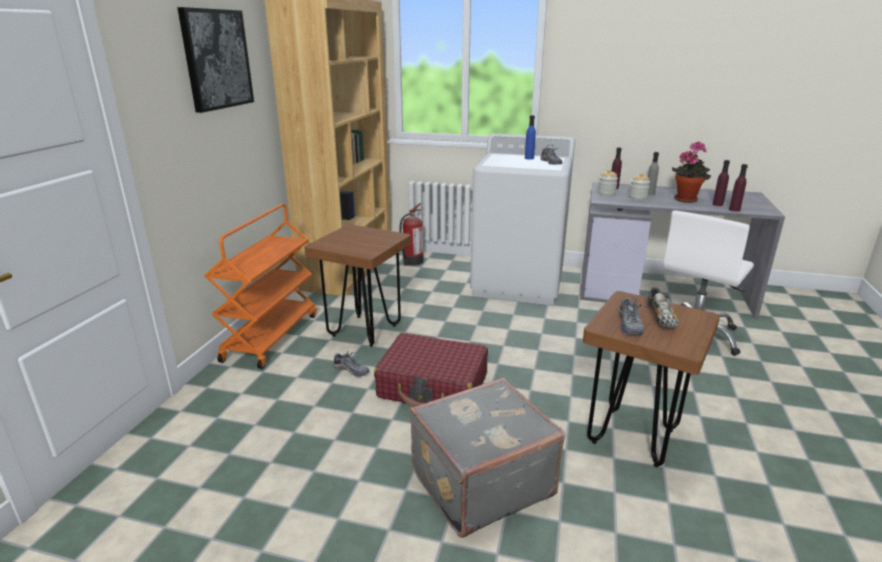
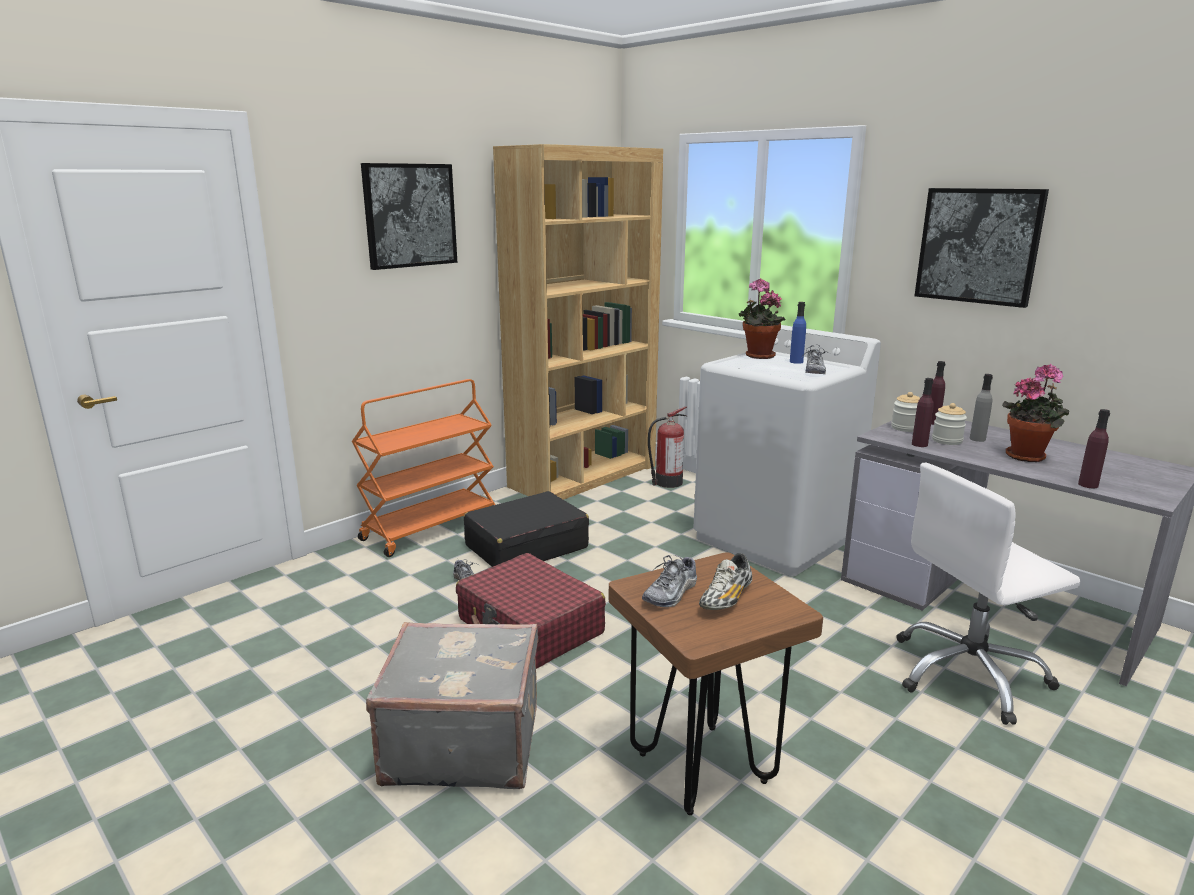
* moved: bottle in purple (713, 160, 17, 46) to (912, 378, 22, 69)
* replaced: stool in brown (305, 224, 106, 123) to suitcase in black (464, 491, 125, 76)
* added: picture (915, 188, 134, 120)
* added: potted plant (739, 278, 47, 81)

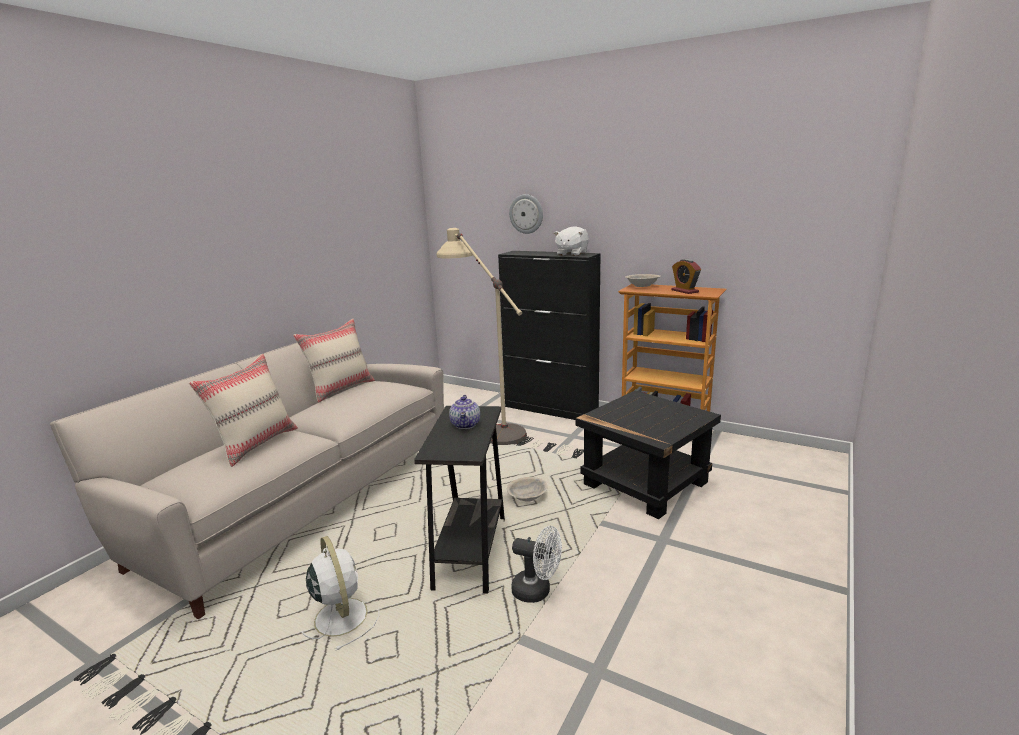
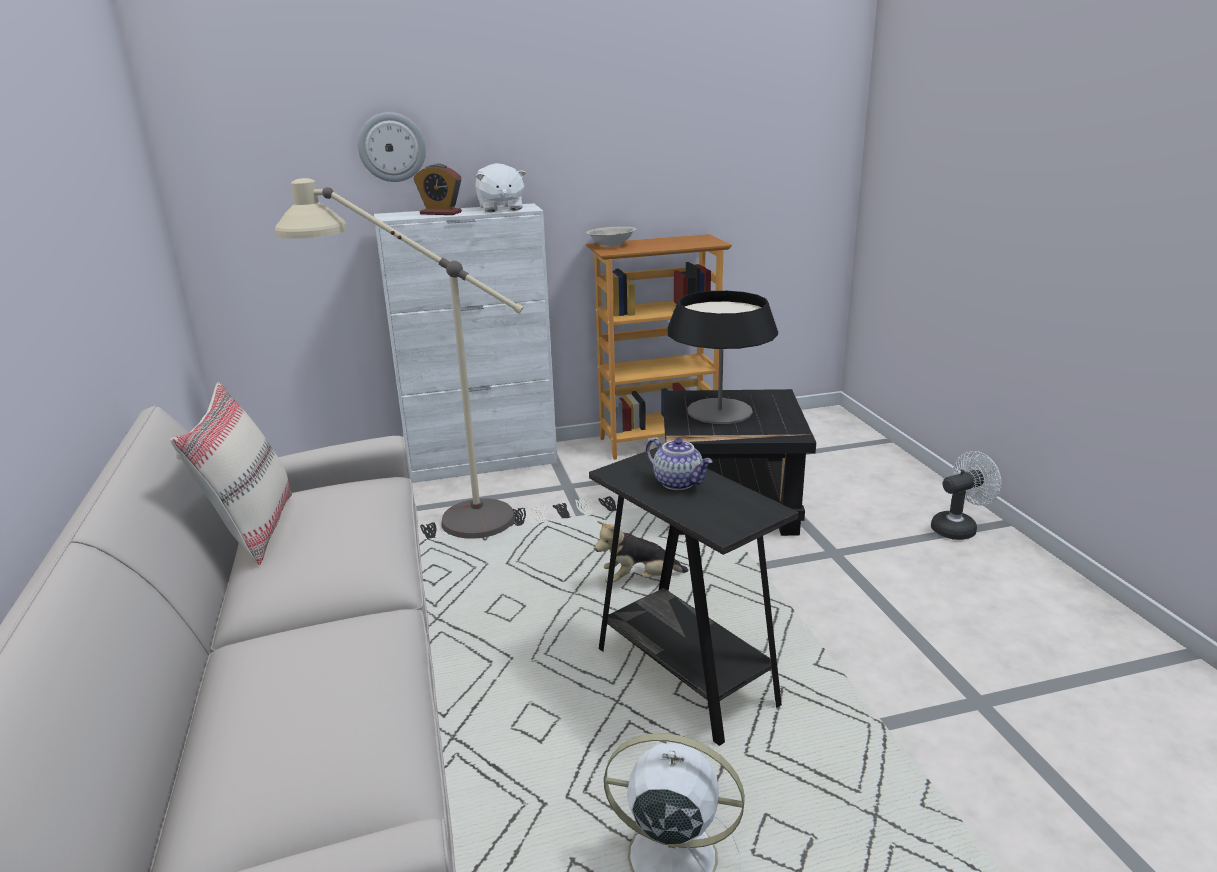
* recoloured: cabinet in black (498, 251, 103, 169) to cabinet in white (374, 203, 184, 280)
* moved: alarm clock (671, 259, 30, 35) to (413, 164, 49, 51)
* removed: pillow in beige (189, 354, 109, 113)
* replaced: bowl in beige (507, 477, 41, 25) to plush toy (595, 521, 94, 61)
* moved: fan in white (511, 526, 51, 77) to (931, 451, 70, 89)
* added: table lamp (667, 291, 111, 133)

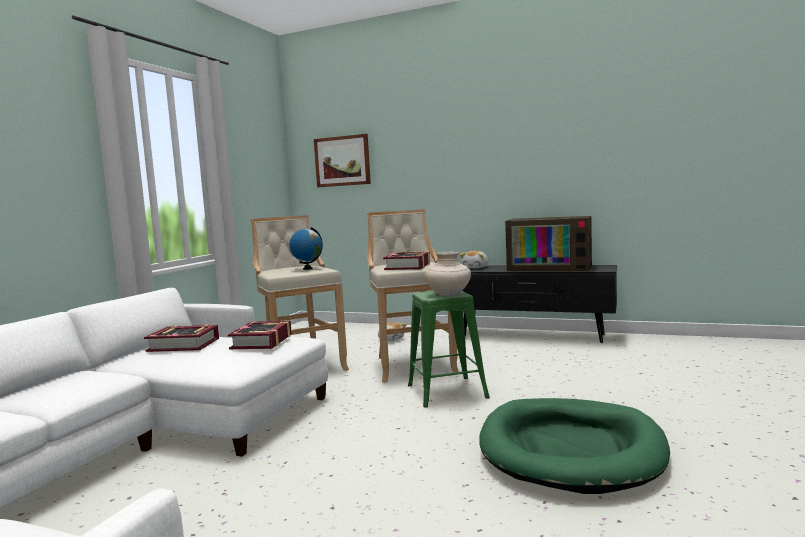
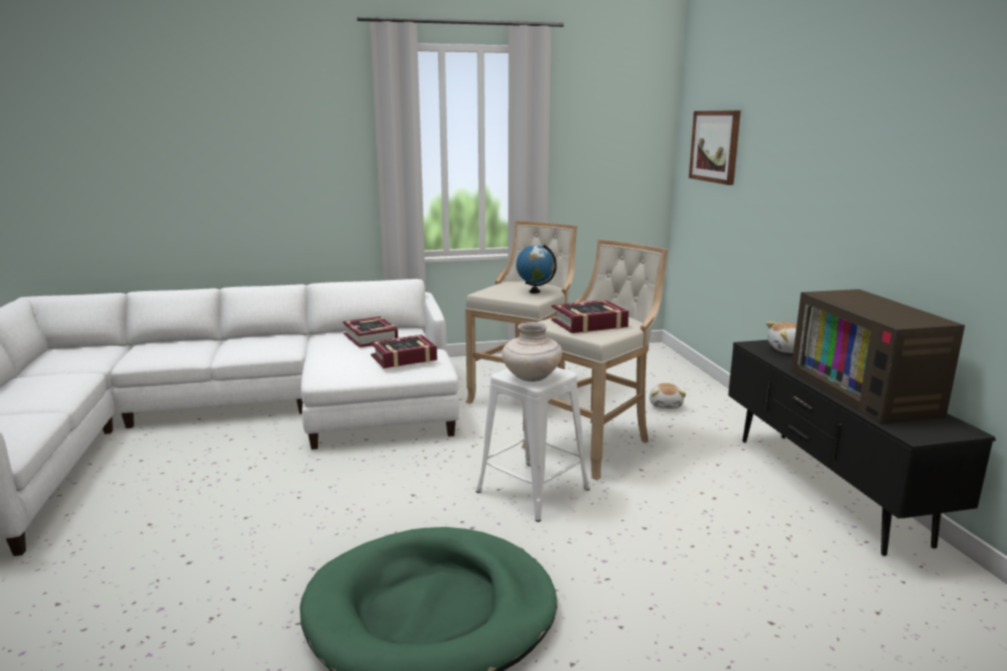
* recoloured: stool in green (408, 291, 82, 117) to stool in white (476, 367, 114, 155)

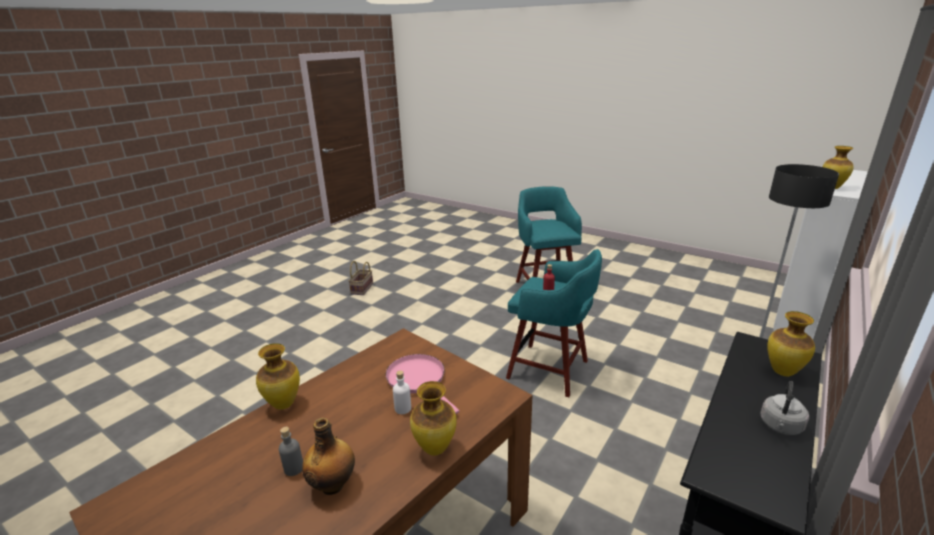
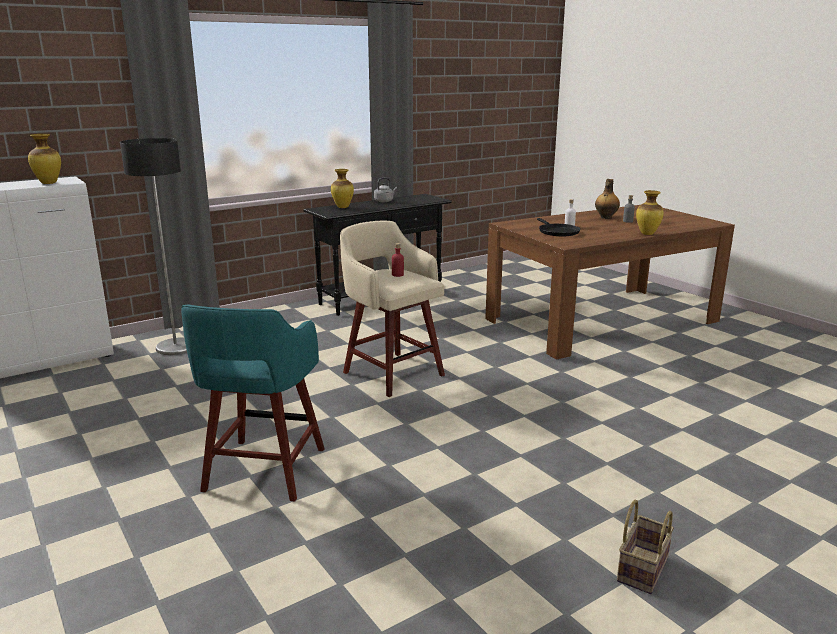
* recoloured: stool in turquoise (506, 249, 96, 148) to stool in beige (340, 221, 105, 176)
* recoloured: frying pan in pink (386, 354, 73, 60) to frying pan in black (537, 218, 43, 18)
* removed: vase (410, 381, 46, 75)

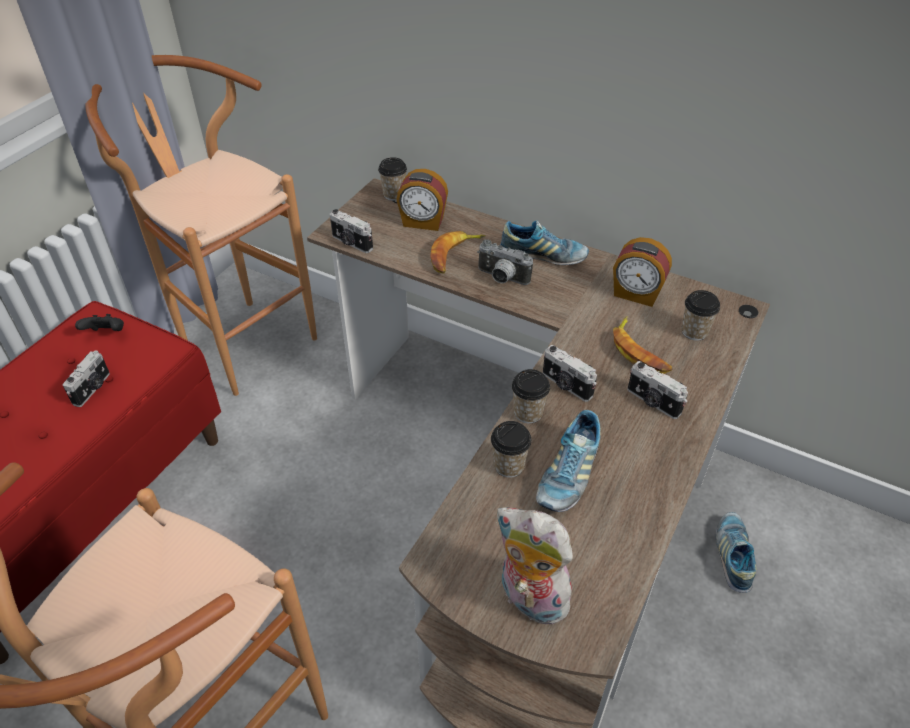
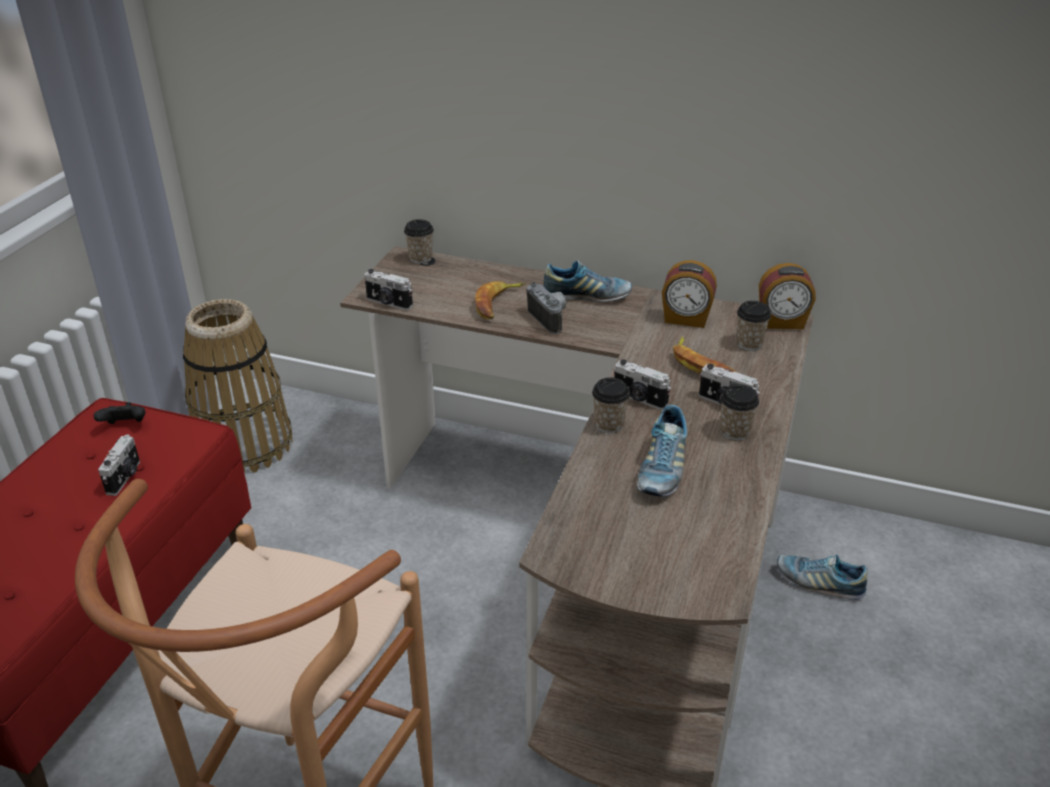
* replaced: stool in brown (85, 55, 232, 341) to basket (183, 299, 109, 174)
* moved: alarm clock (396, 169, 52, 62) to (759, 263, 57, 66)
* turned: photo camera (477, 239, 56, 46) = (527, 282, 39, 52) 135 degrees counterclockwise
* moved: cup (491, 421, 41, 57) to (720, 384, 39, 56)
* removed: plush toy (496, 507, 83, 118)
* turned: shoe (716, 512, 40, 81) = (777, 554, 90, 46) 60 degrees counterclockwise

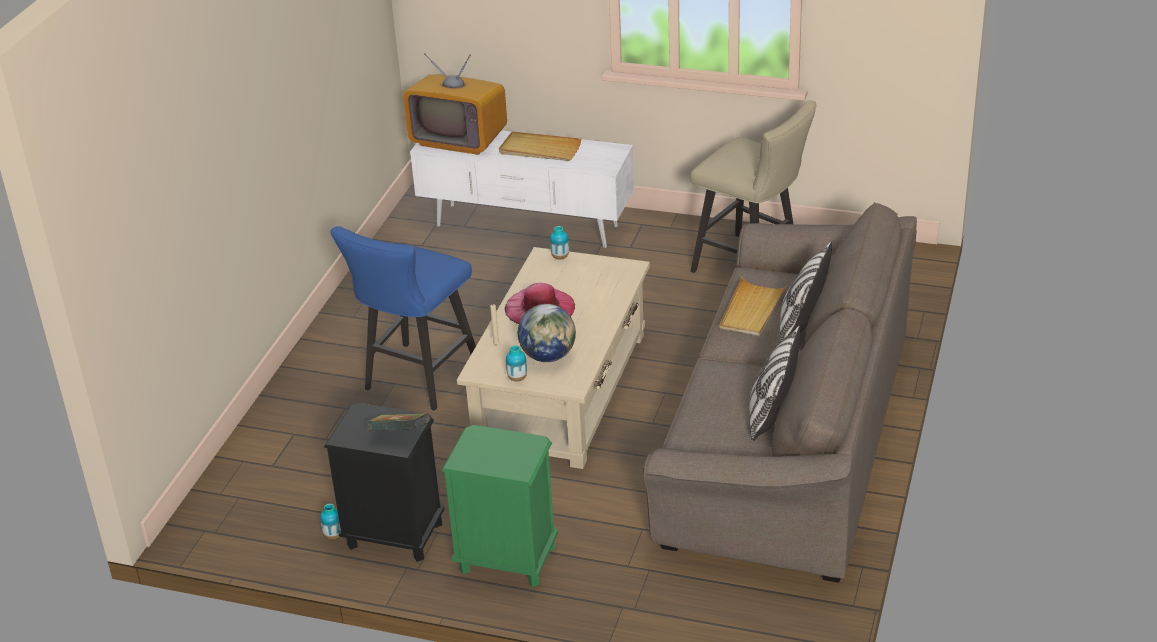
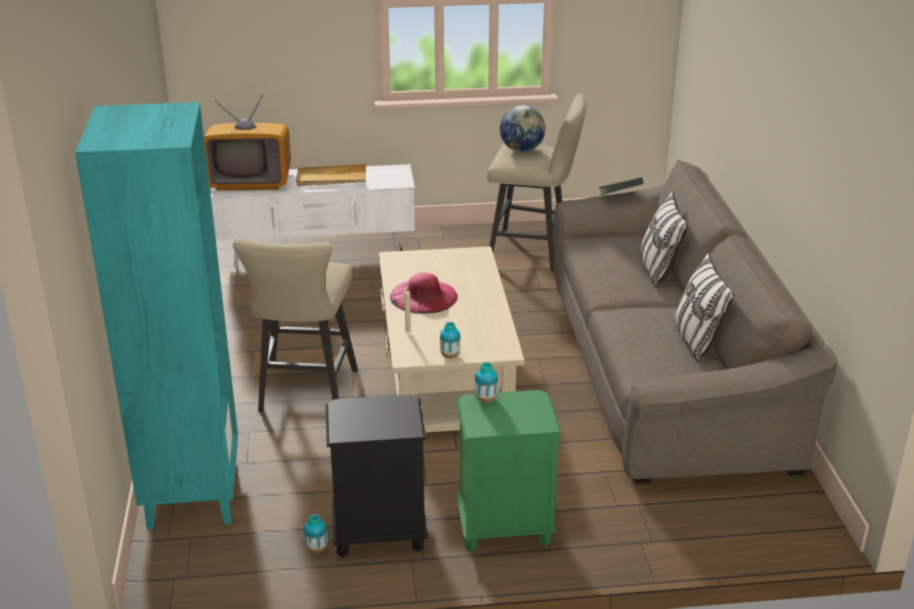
* recoloured: stool in blue (331, 226, 145, 185) to stool in beige (233, 239, 125, 173)
* moved: vase (550, 226, 19, 34) to (475, 362, 23, 41)
* removed: tray in beige (720, 277, 67, 59)
* moved: globe (518, 304, 58, 58) to (500, 105, 45, 47)
* moved: book (367, 413, 62, 19) to (599, 177, 44, 19)
* added: bookcase in turquoise (75, 102, 163, 428)

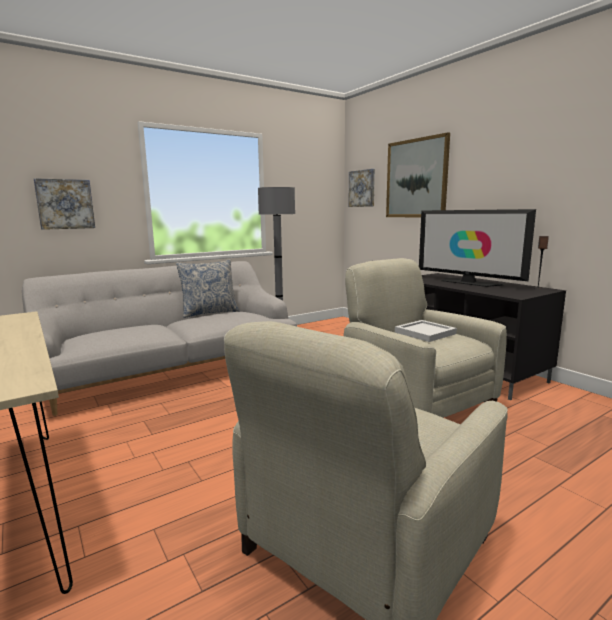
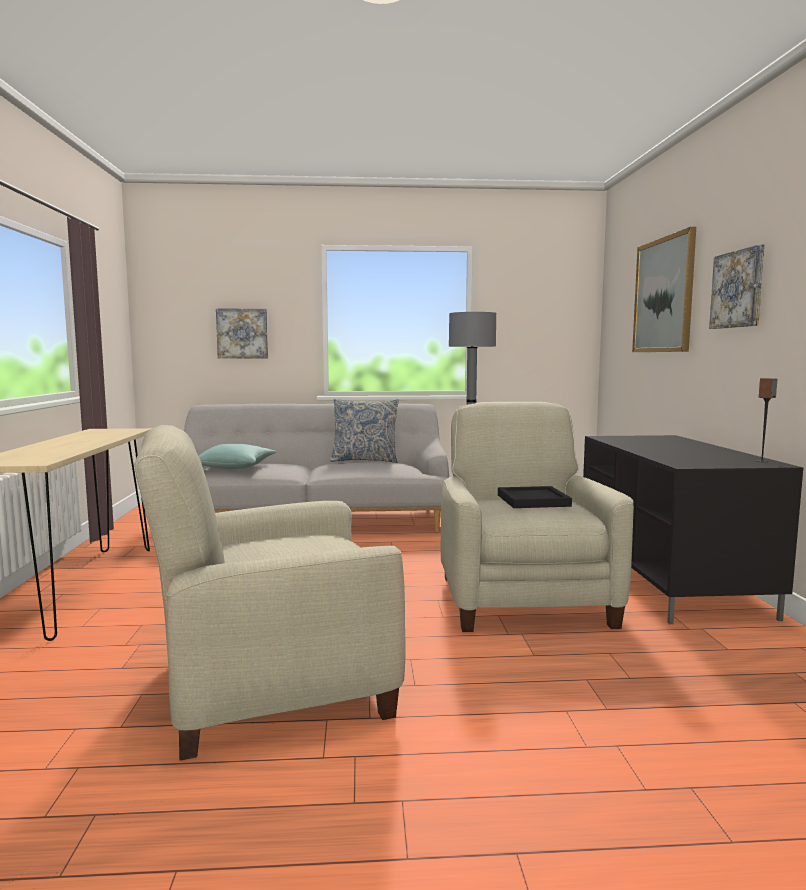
* moved: picture (348, 169, 27, 38) to (709, 244, 56, 85)
* removed: television (419, 209, 117, 78)
* recoloured: tray in white (395, 320, 62, 22) to tray in black (498, 486, 74, 22)
* added: pillow in turquoise (199, 443, 77, 26)

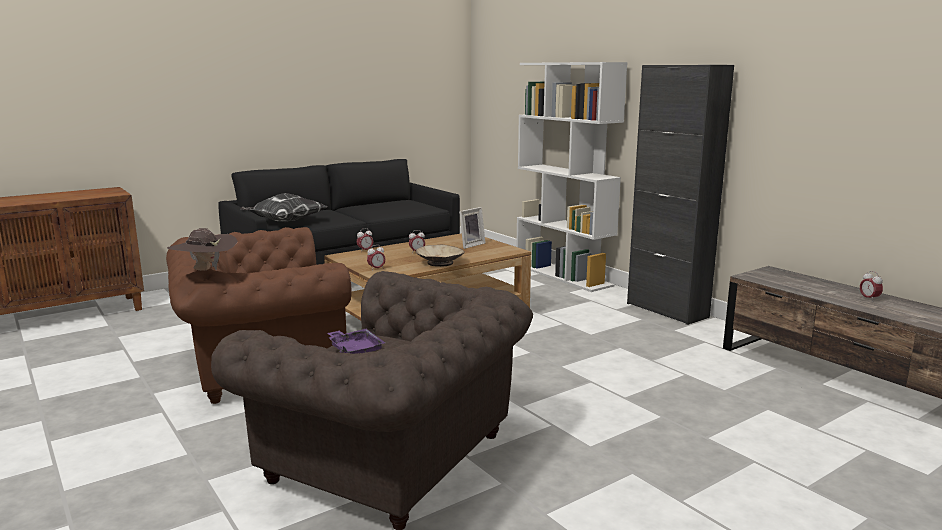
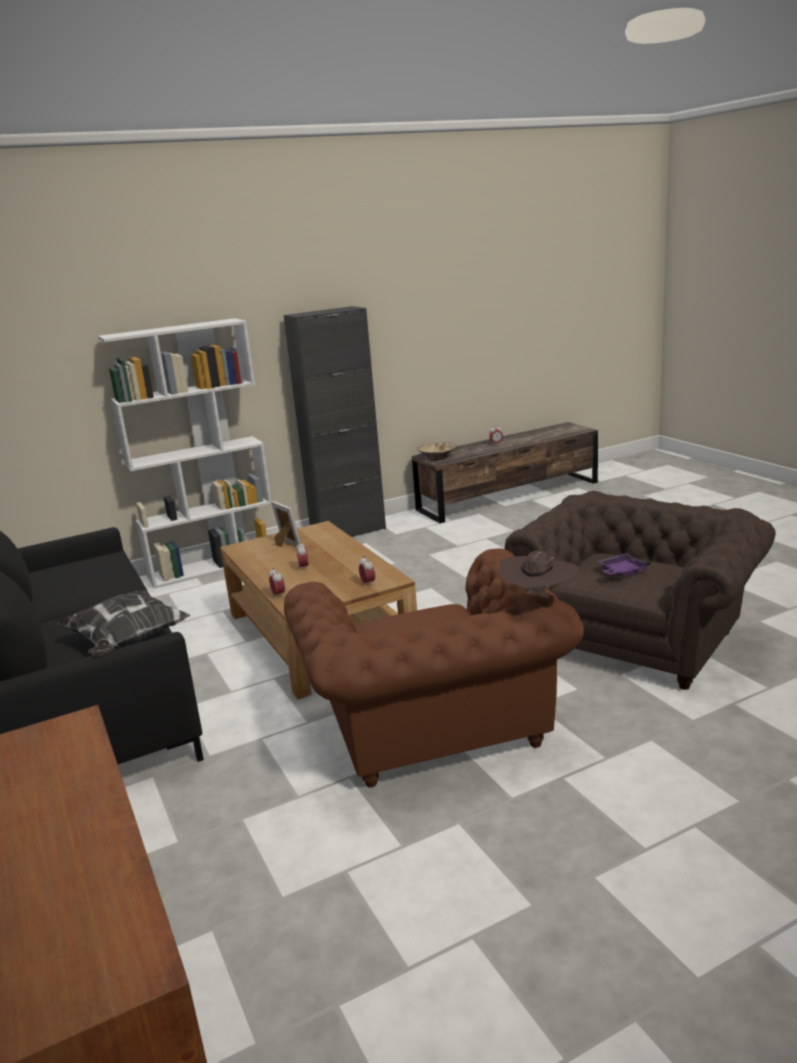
* moved: bowl in beige (416, 245, 49, 22) to (417, 442, 39, 18)

